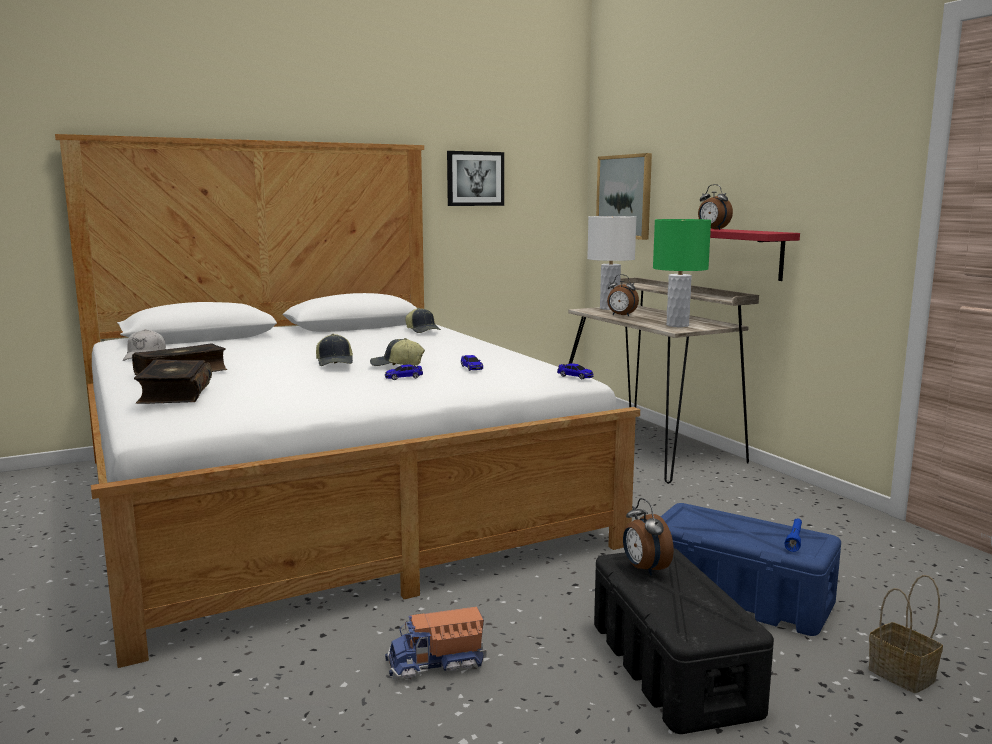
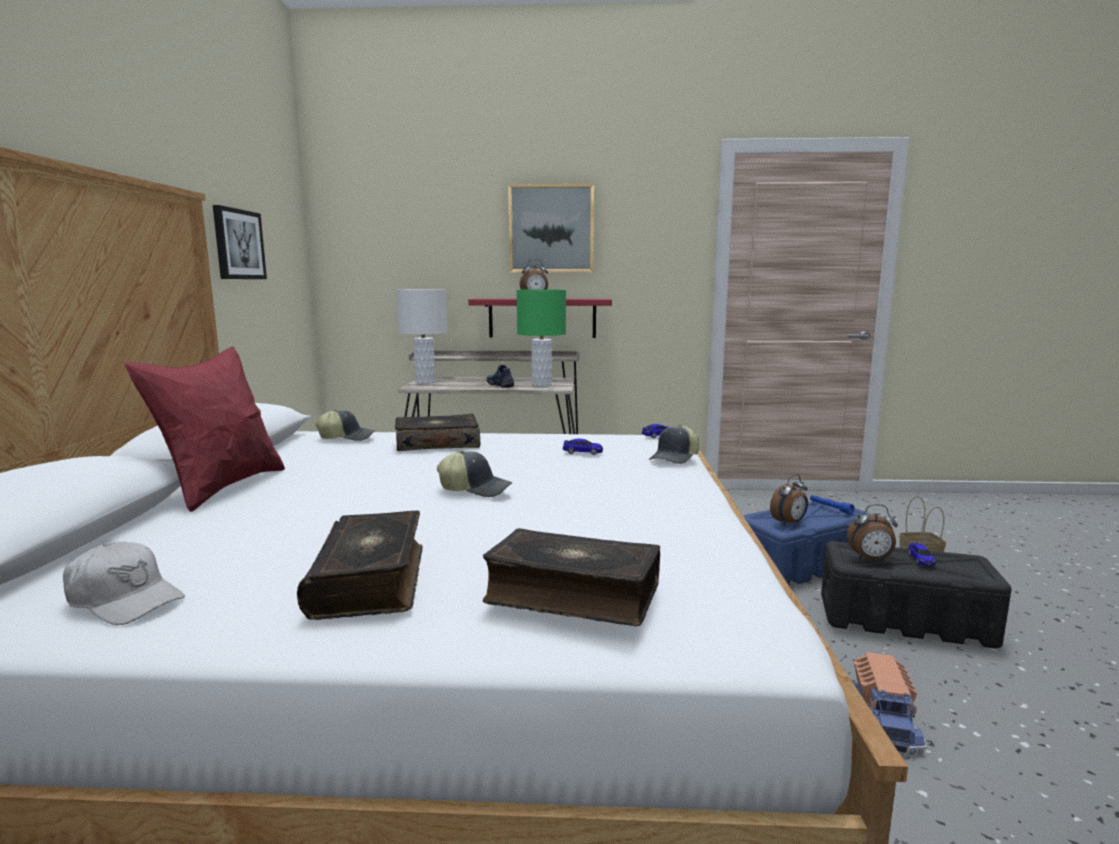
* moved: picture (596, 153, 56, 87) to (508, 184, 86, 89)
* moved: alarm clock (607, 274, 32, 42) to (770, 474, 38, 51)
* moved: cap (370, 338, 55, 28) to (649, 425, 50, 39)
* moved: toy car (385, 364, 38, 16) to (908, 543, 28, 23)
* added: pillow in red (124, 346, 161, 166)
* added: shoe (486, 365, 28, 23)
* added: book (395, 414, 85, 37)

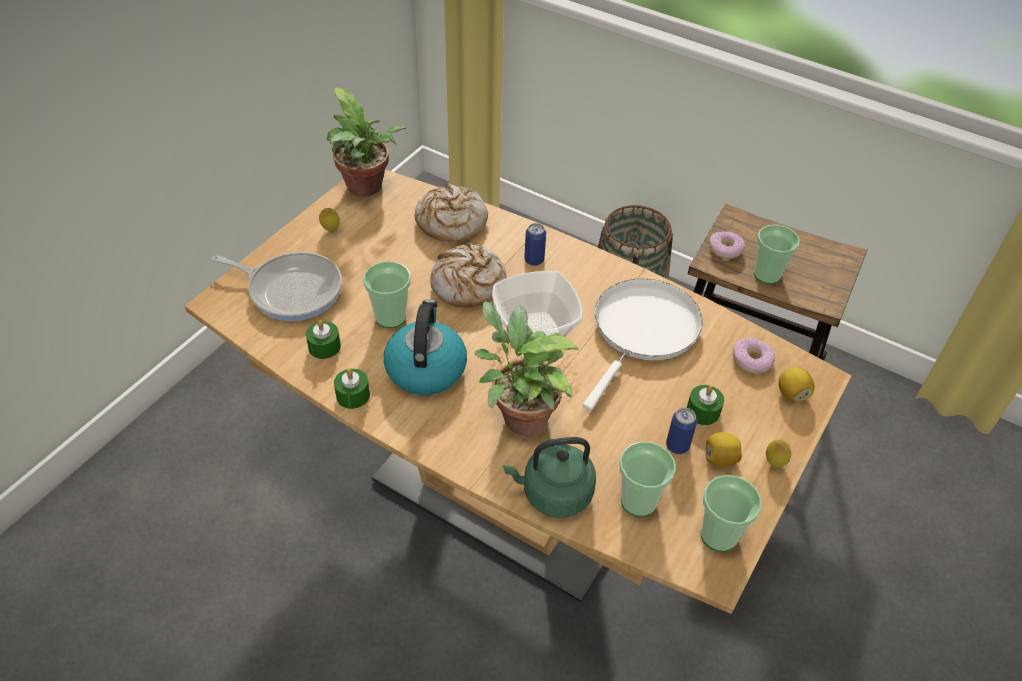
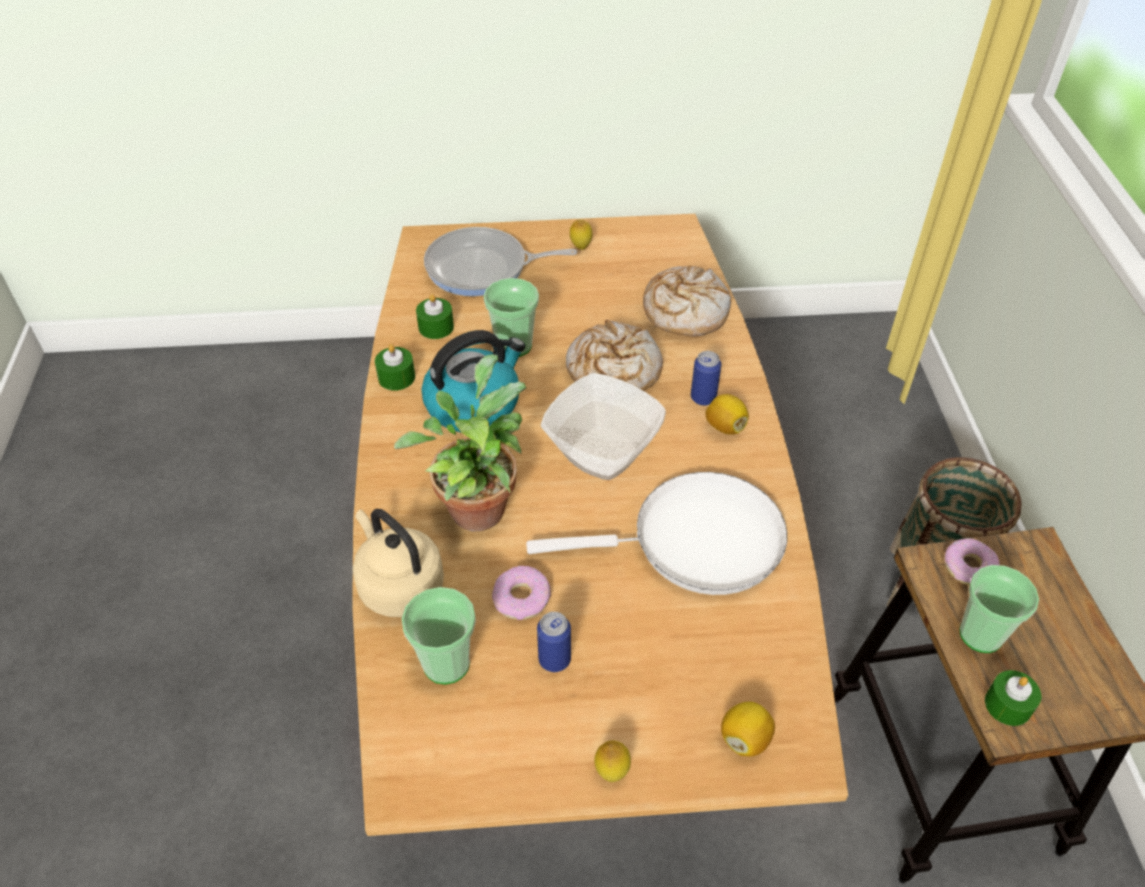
* removed: potted plant (327, 87, 79, 110)
* turned: frying pan (212, 252, 130, 69) = (424, 227, 153, 69) 105 degrees clockwise
* moved: donut (733, 338, 42, 36) to (492, 566, 59, 54)
* moved: candle in green (687, 385, 37, 40) to (985, 670, 56, 56)
* moved: lemon (706, 432, 36, 35) to (705, 394, 44, 41)
* recoloured: kettle in green (503, 437, 93, 81) to kettle in beige (352, 509, 92, 108)
* removed: cup (701, 475, 61, 77)

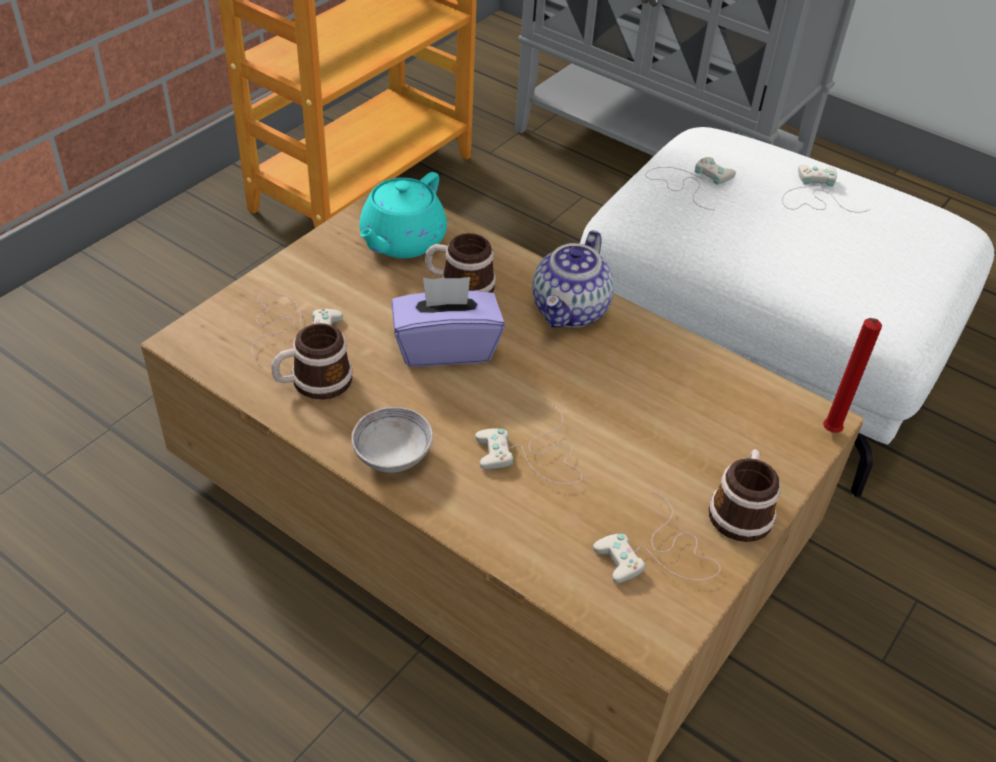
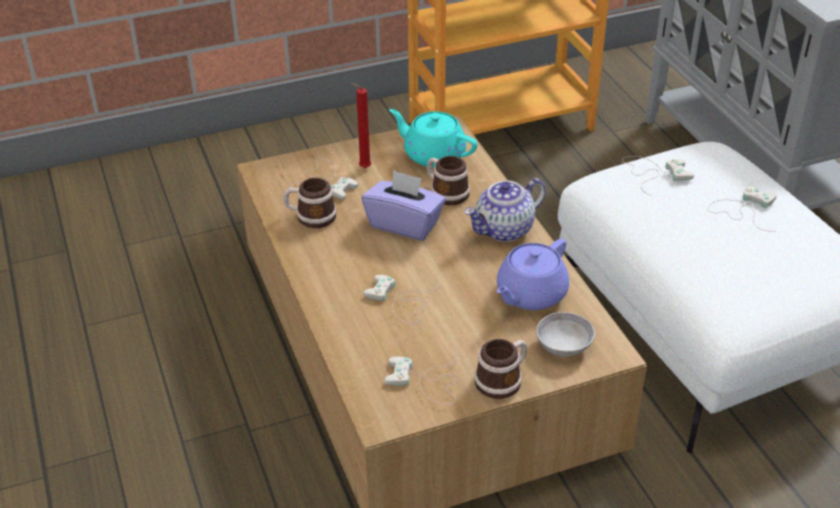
* turned: teapot in turquoise (360, 172, 87, 86) = (389, 109, 89, 59) 60 degrees clockwise
* moved: candle in red (823, 318, 59, 115) to (350, 83, 21, 85)
* moved: bowl in grey (351, 407, 82, 66) to (536, 312, 59, 45)
* added: teapot in purple (497, 239, 72, 71)

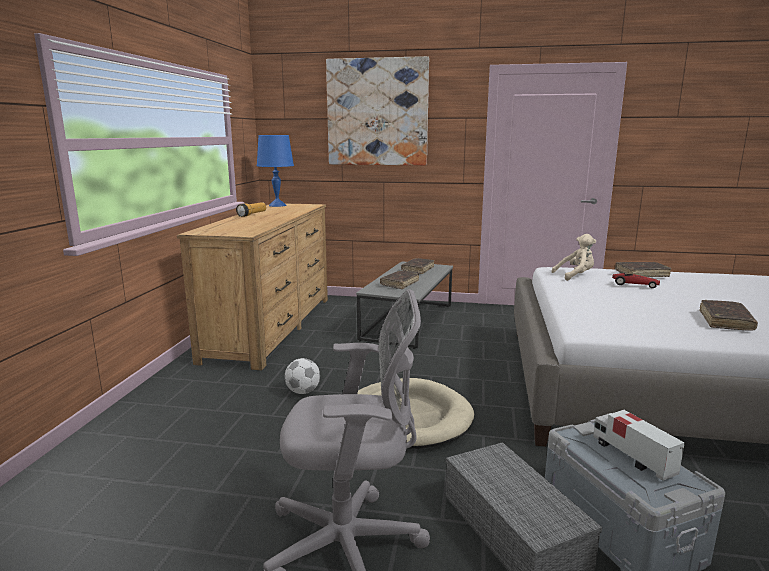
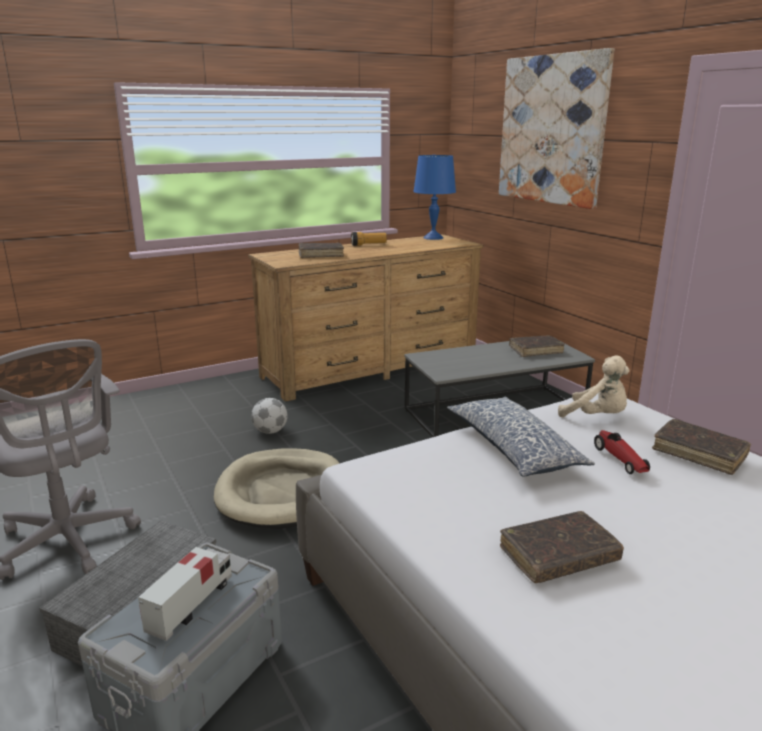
* moved: book in brown (380, 271, 39, 18) to (298, 243, 46, 15)
* added: pillow (447, 396, 148, 81)

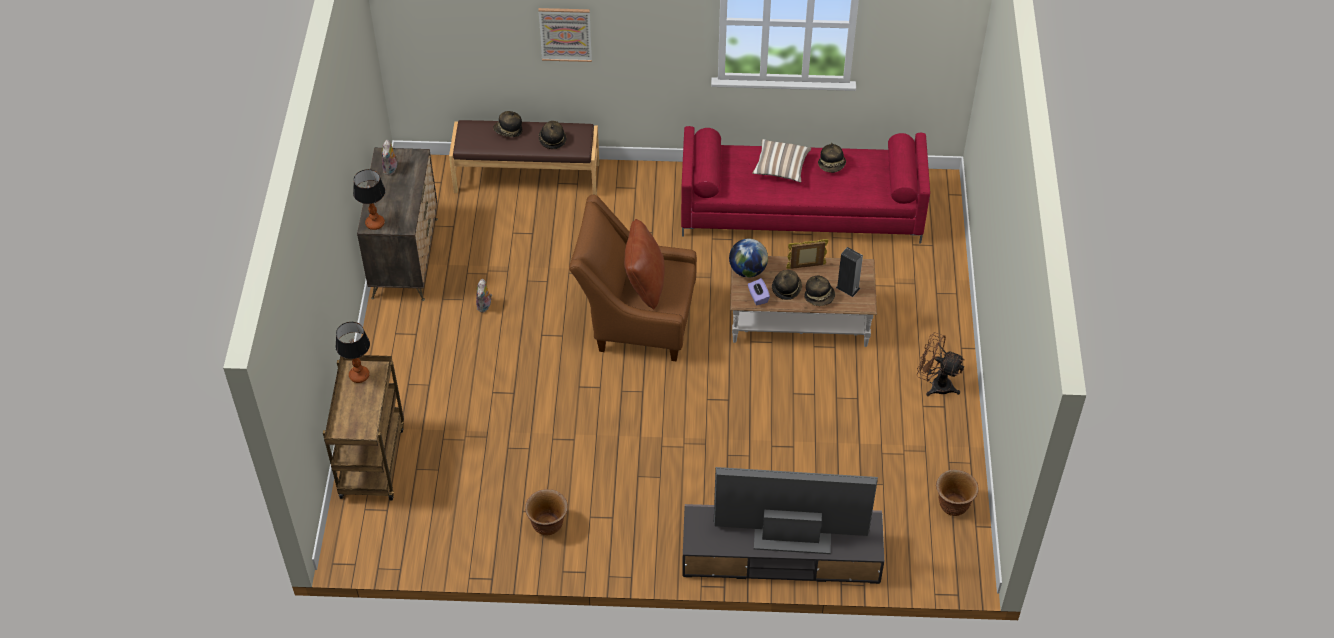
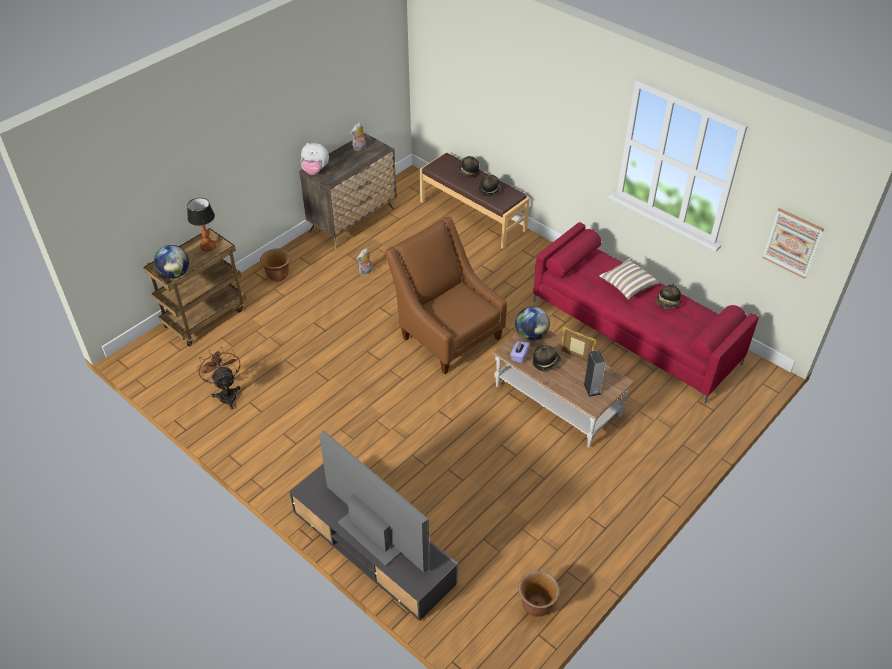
* moved: picture (538, 8, 54, 54) to (762, 208, 62, 71)
* replaced: table lamp (353, 169, 32, 61) to plush toy (301, 143, 28, 32)
* removed: pillow in brown (624, 219, 41, 90)
* removed: hat (804, 276, 31, 30)
* moved: fan in brown (917, 332, 48, 64) to (197, 348, 43, 61)
* moved: planter in brown (525, 489, 43, 46) to (260, 248, 31, 34)
* added: globe (154, 245, 35, 34)

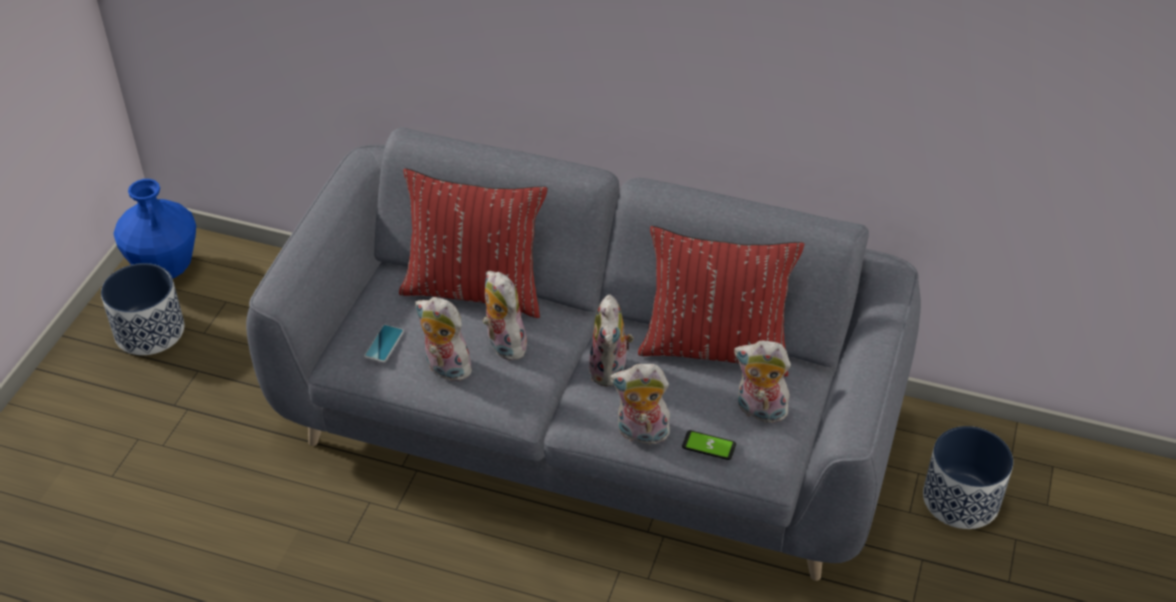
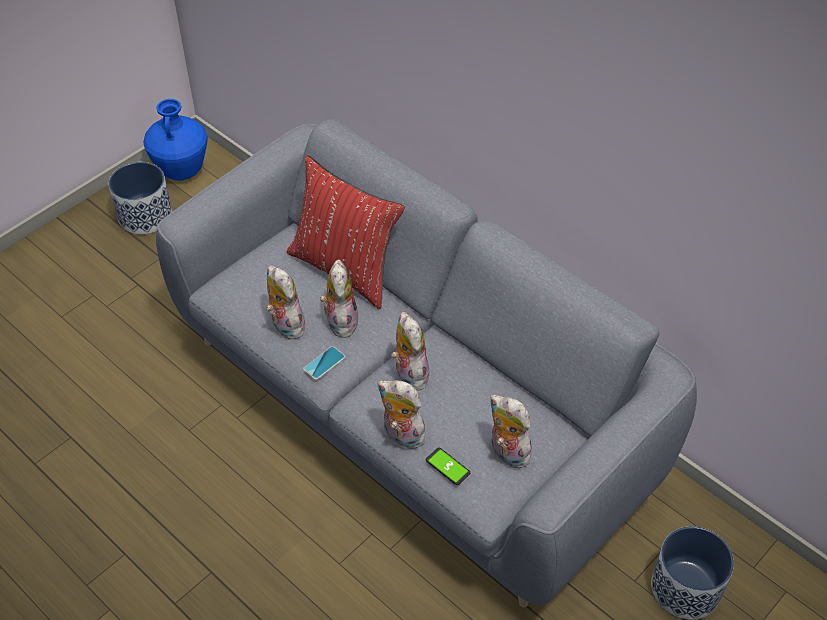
* removed: pillow in red (638, 226, 166, 150)
* turned: plush toy (588, 294, 46, 93) = (391, 312, 38, 78) 135 degrees clockwise
* moved: phone (364, 325, 40, 38) to (303, 346, 42, 34)

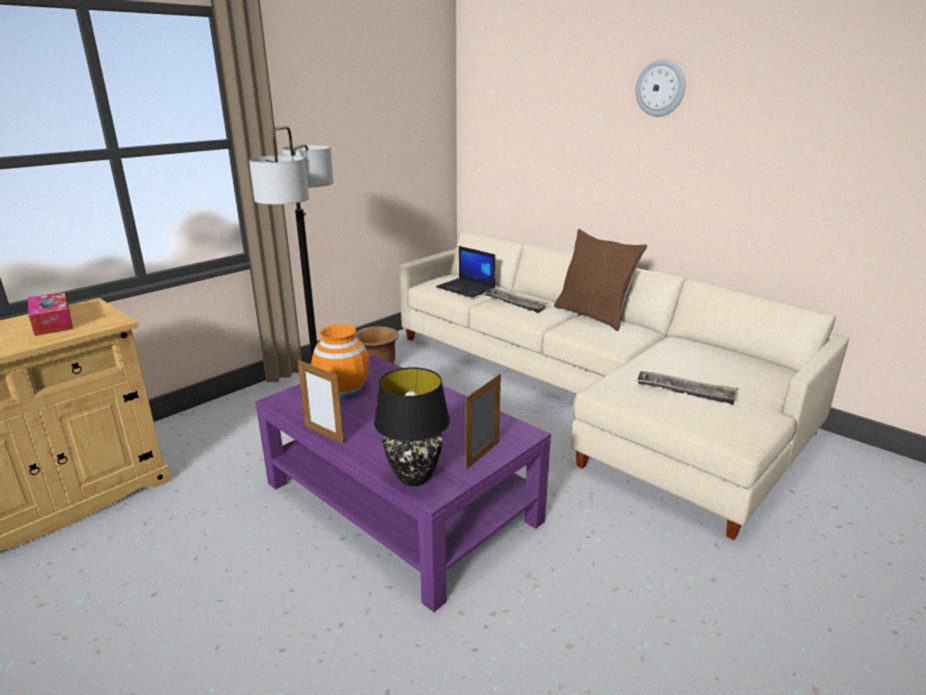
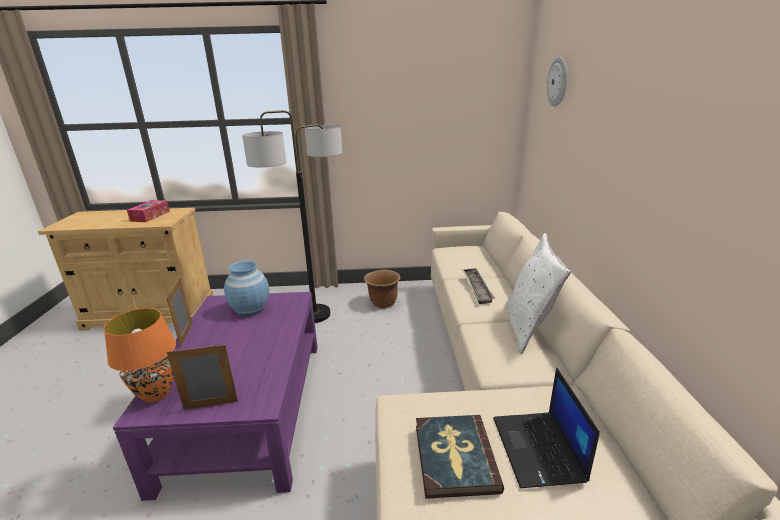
* moved: wall clock (636, 59, 49, 58) to (547, 57, 20, 50)
* recoloured: pillow in brown (554, 229, 93, 102) to pillow in white (506, 233, 65, 120)
* moved: laptop (436, 246, 59, 52) to (493, 368, 107, 120)
* recoloured: vase in orange (312, 324, 57, 74) to vase in blue (224, 260, 45, 56)
* recoloured: table lamp in black (374, 367, 76, 119) to table lamp in orange (104, 308, 72, 95)
* replaced: tray (636, 371, 102, 34) to book (416, 415, 88, 84)

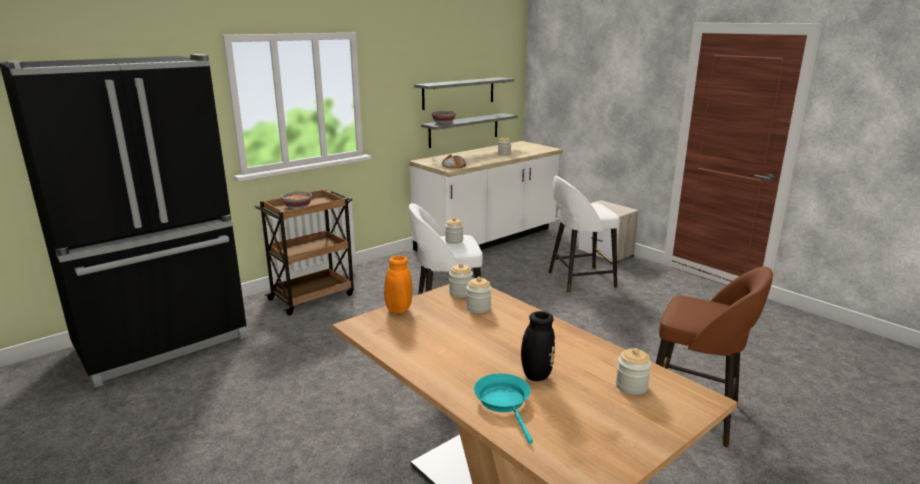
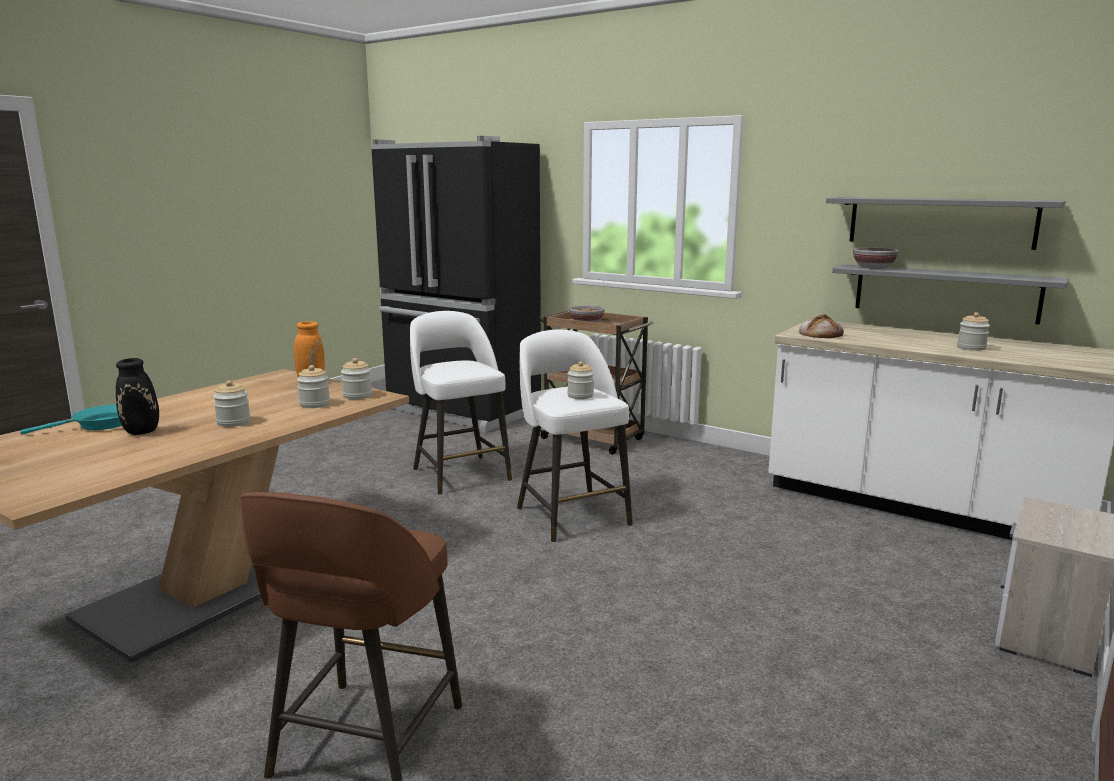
* moved: stool in white (548, 176, 71, 117) to (410, 311, 102, 184)
* moved: jar (616, 348, 35, 47) to (213, 380, 38, 47)

